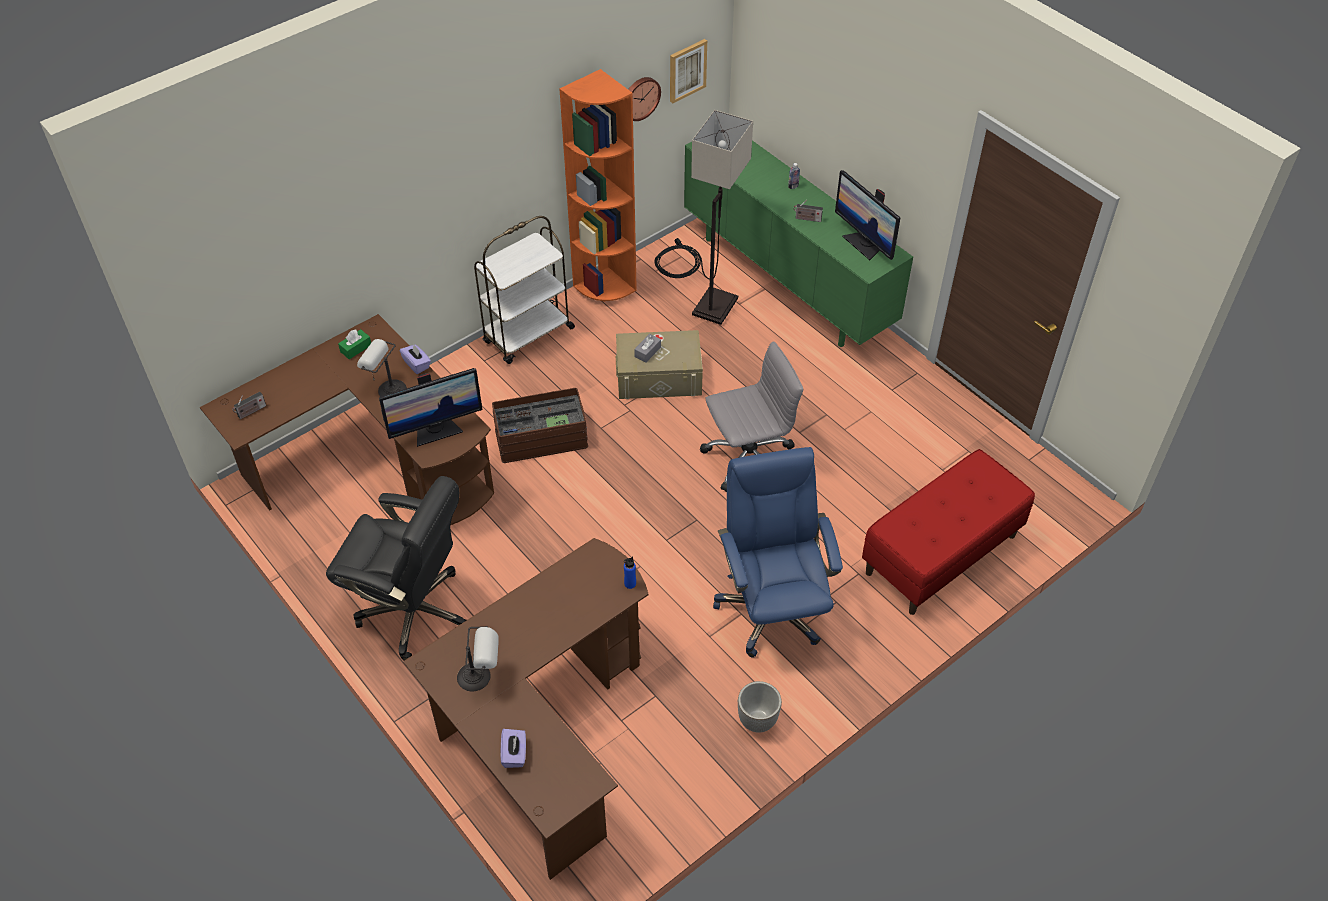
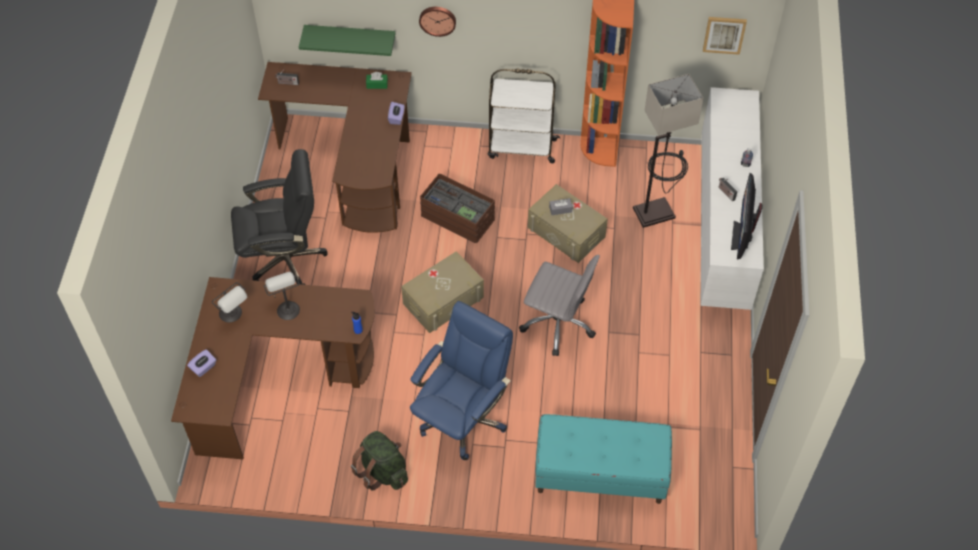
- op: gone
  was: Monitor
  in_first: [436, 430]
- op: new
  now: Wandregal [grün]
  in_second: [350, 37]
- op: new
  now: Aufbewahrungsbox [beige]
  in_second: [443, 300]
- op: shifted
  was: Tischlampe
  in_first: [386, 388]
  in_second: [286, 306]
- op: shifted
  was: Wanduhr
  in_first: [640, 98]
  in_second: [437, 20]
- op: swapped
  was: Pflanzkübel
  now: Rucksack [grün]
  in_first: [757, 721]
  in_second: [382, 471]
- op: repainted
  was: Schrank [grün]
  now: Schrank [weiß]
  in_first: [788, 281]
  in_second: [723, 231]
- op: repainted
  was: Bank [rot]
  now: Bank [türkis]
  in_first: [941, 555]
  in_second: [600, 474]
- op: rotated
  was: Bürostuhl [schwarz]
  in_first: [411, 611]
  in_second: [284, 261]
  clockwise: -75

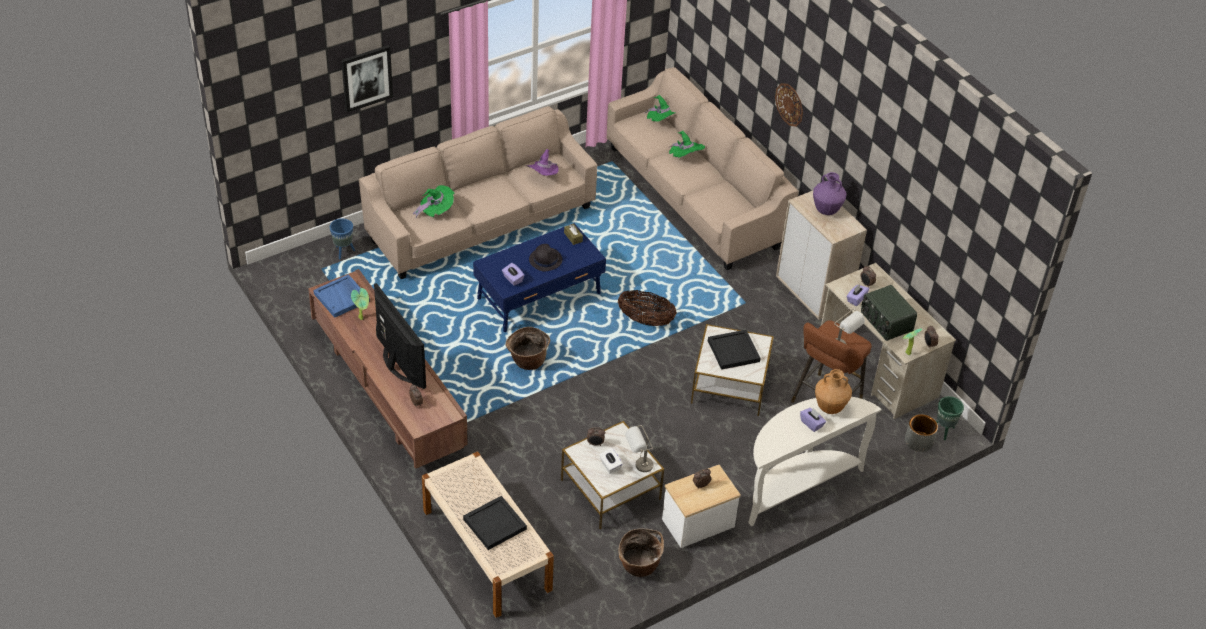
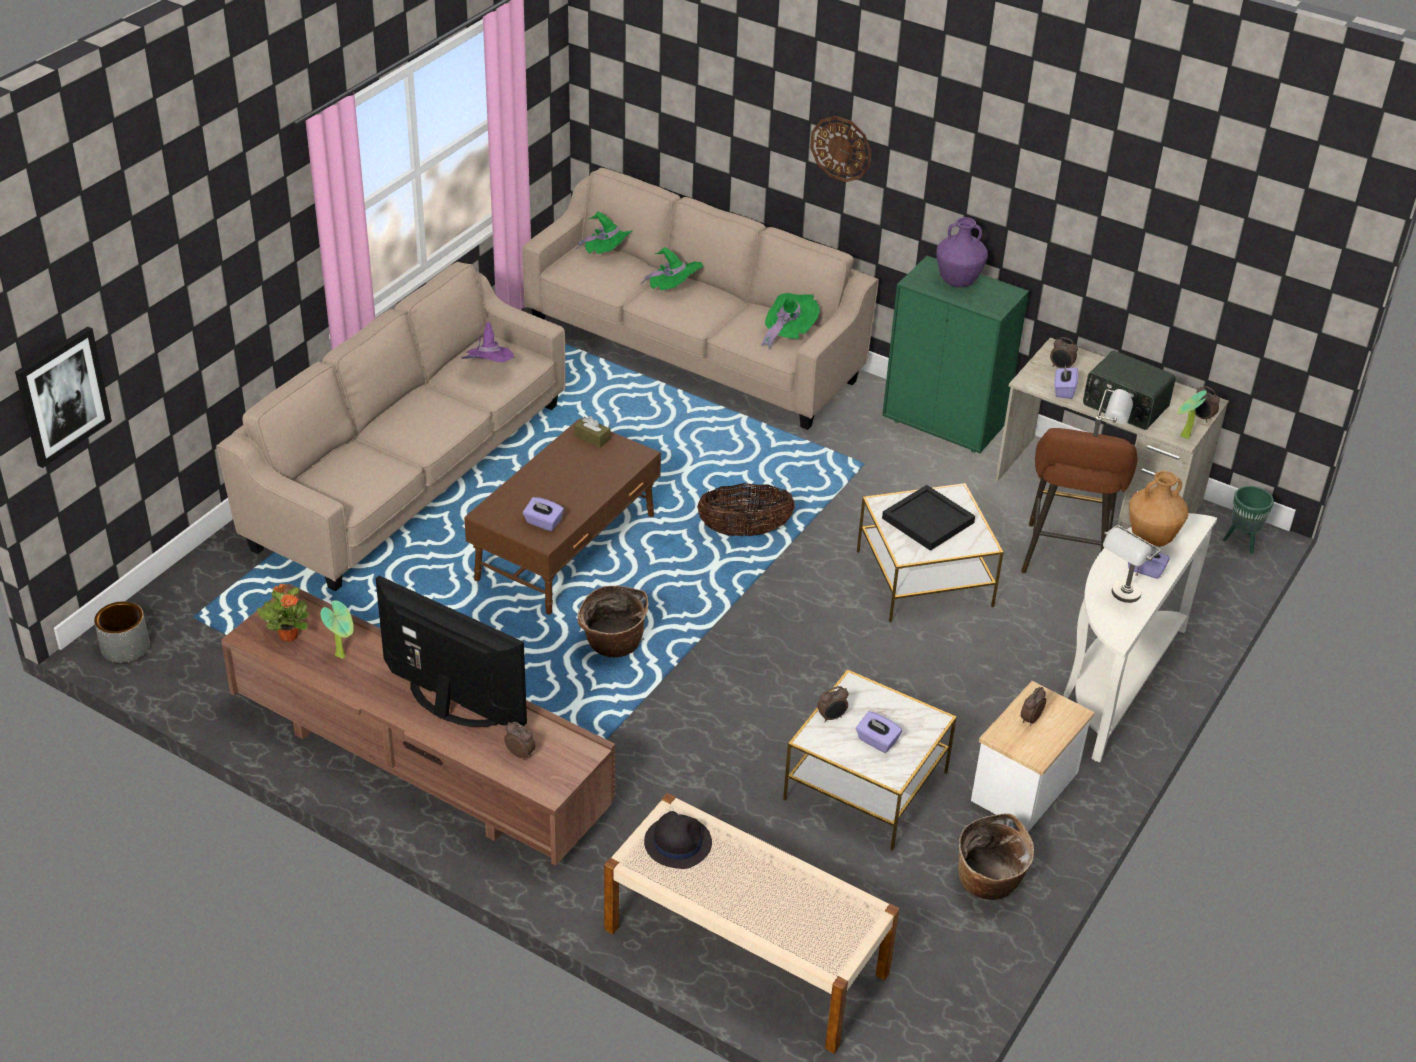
- op: gone
  was: Pflanzkübel [blau]
  in_first: [343, 252]
- op: gone
  was: Tablett [schwarz]
  in_first: [494, 525]
- op: shifted
  was: Bild
  in_first: [366, 78]
  in_second: [62, 396]
- op: shifted
  was: Hut [grün]
  in_first: [436, 211]
  in_second: [788, 333]
- op: shifted
  was: Hut [schwarz]
  in_first: [545, 259]
  in_second: [677, 842]
- op: shifted
  was: Tischlampe [grau]
  in_first: [638, 467]
  in_second: [1120, 598]
- op: shifted
  was: Pflanzkübel [grau]
  in_first: [918, 441]
  in_second: [125, 648]
- op: swapped
  was: Tablett [blau]
  now: Topfpflanze
  in_first: [342, 297]
  in_second: [288, 635]
- op: repainted
  was: Couchtisch [blau]
  now: Couchtisch [braun]
  in_first: [539, 295]
  in_second: [566, 546]
- op: repainted
  was: Taschentuchbox [weiß]
  now: Taschentuchbox [lila]
  in_first: [610, 465]
  in_second: [877, 741]
- op: repainted
  was: Schrank [beige]
  now: Schrank [grün]
  in_first: [813, 295]
  in_second: [945, 426]

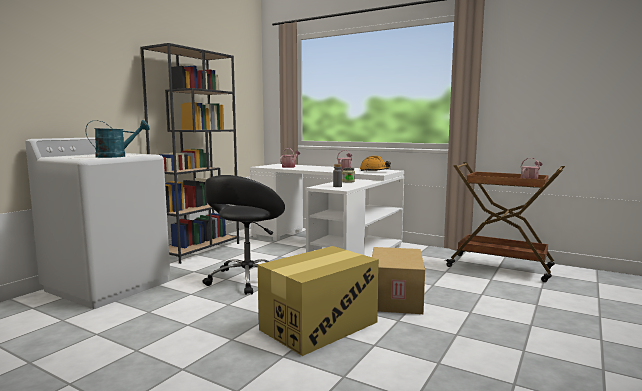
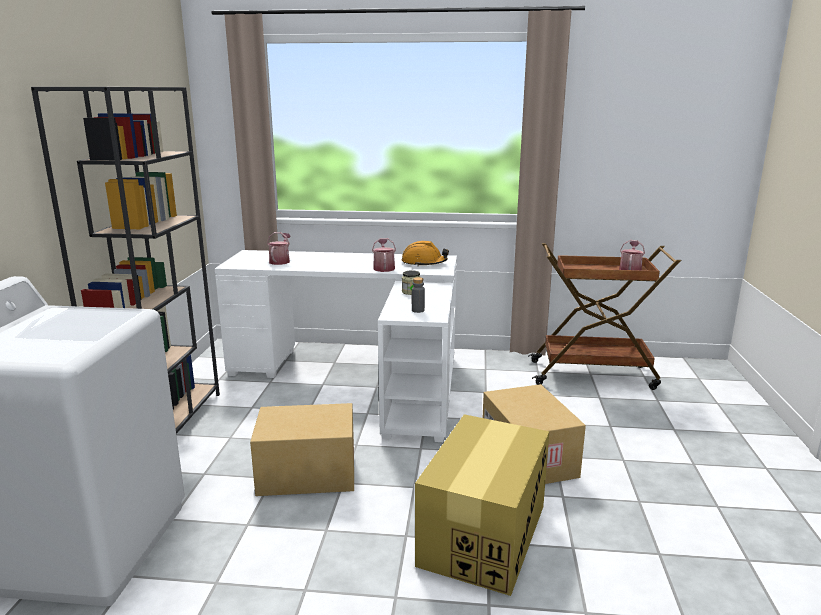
- op: gone
  was: Gießkanne [türkis]
  in_first: [117, 156]
- op: swapped
  was: Bürostuhl [schwarz]
  now: Karton
  in_first: [245, 281]
  in_second: [306, 474]

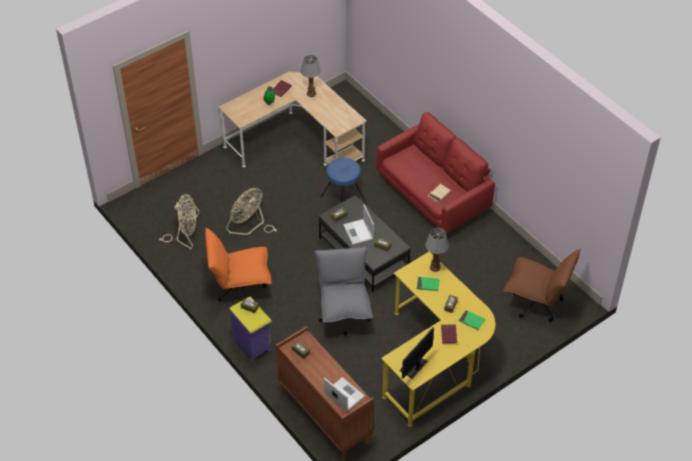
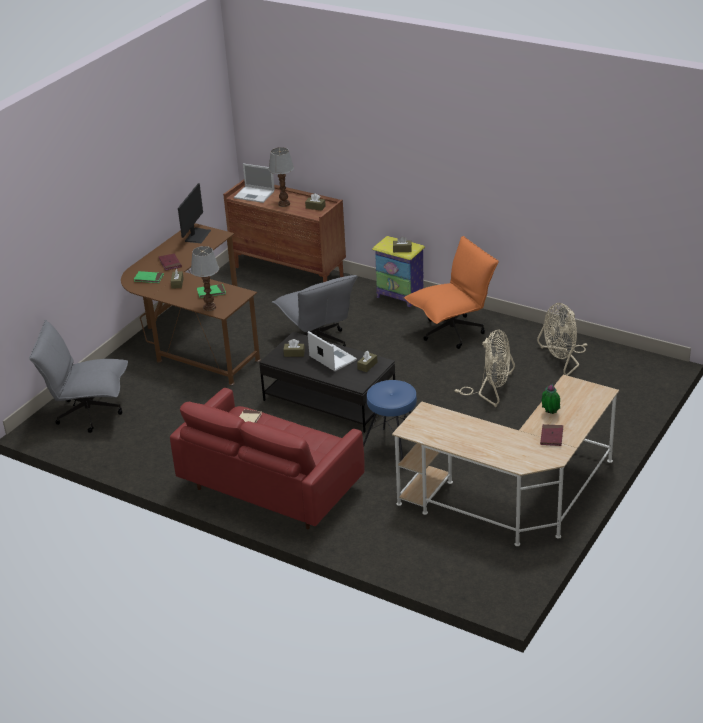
- op: shifted
  was: Tischlampe
  in_first: [311, 94]
  in_second: [284, 204]
- op: repainted
  was: Schreibtisch [gelb]
  now: Schreibtisch [braun]
  in_first: [436, 359]
  in_second: [194, 337]
- op: repainted
  was: Bürostuhl [braun]
  now: Bürostuhl [grau]
  in_first: [536, 303]
  in_second: [90, 413]

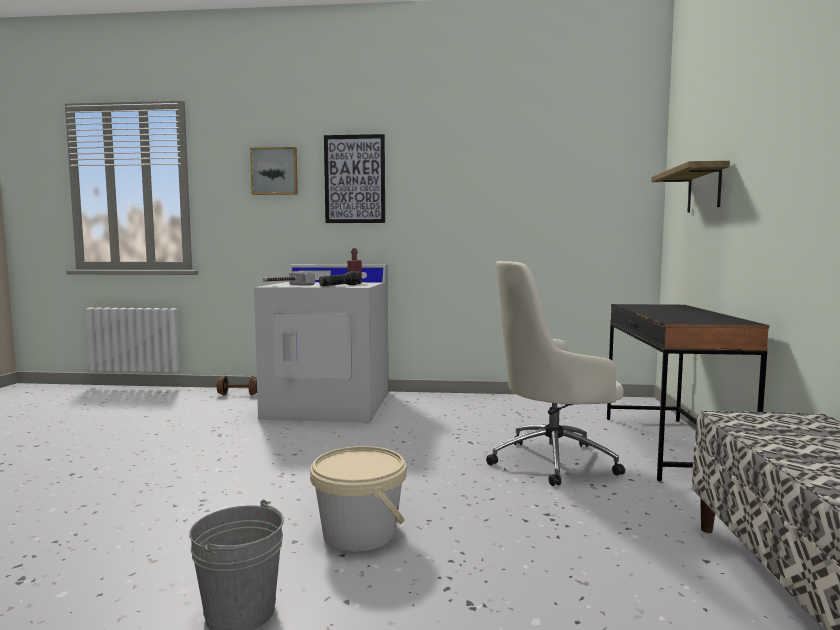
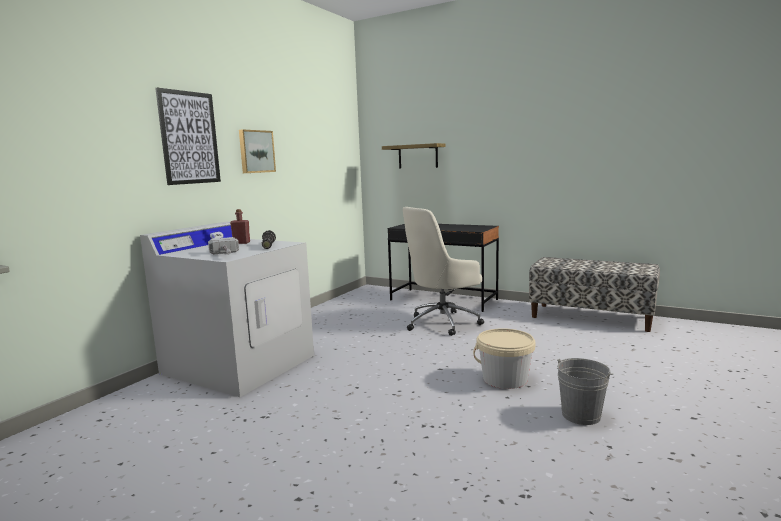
- op: gone
  was: Hantel [braun]
  in_first: [238, 395]
- op: shifted
  was: Bild
  in_first: [275, 171]
  in_second: [256, 151]
- op: rotated
  was: Bürostuhl [beige]
  in_first: [552, 462]
  in_second: [442, 323]
  clockwise: 45

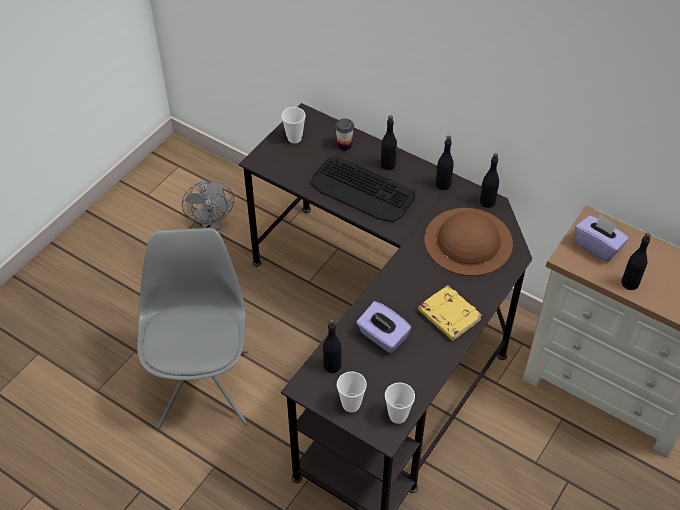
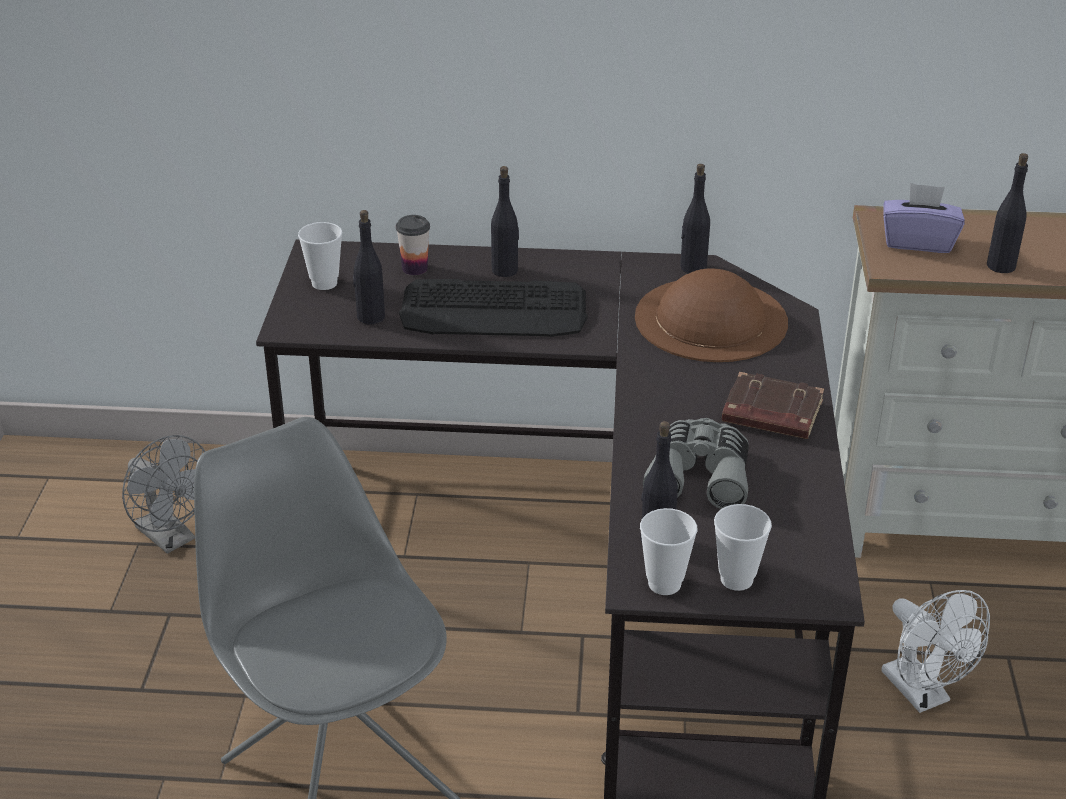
- op: new
  now: Ventilator [weiß]
  in_second: [922, 694]
- op: shifted
  was: Tasse
  in_first: [398, 416]
  in_second: [664, 584]
- op: shifted
  was: Flasche [schwarz]
  in_first: [442, 184]
  in_second: [370, 317]
- op: swapped
  was: Taschentuchbox [lila]
  now: Fernglas [grau]
  in_first: [382, 337]
  in_second: [699, 475]
- op: repainted
  was: Buch [gelb]
  now: Buch [braun]
  in_first: [448, 316]
  in_second: [770, 414]

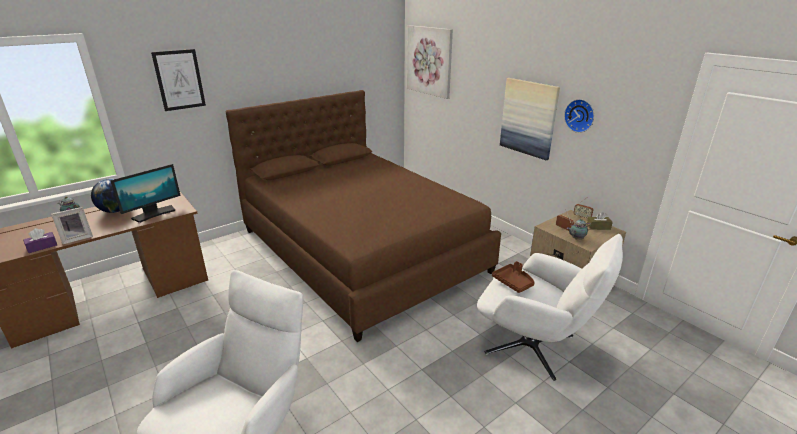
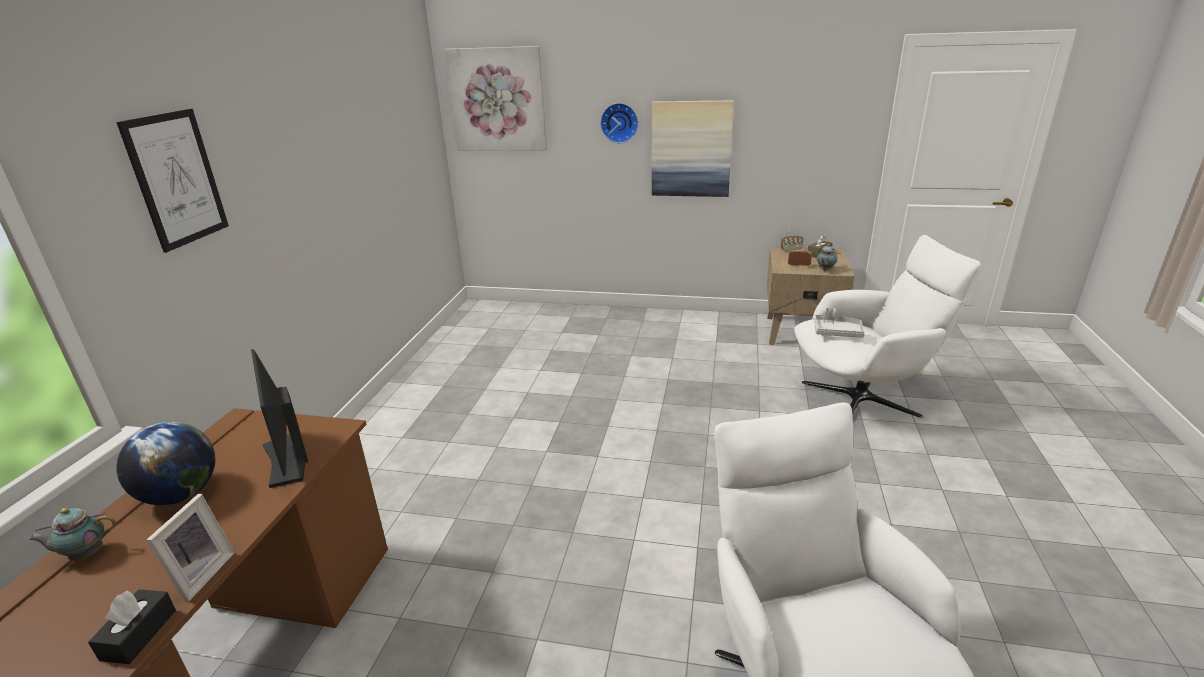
- op: gone
  was: Bett [braun]
  in_first: [361, 250]
- op: shifted
  was: Wanduhr
  in_first: [580, 115]
  in_second: [619, 122]
- op: repainted
  was: Taschentuchbox [lila]
  now: Taschentuchbox [schwarz]
  in_first: [42, 246]
  in_second: [139, 634]
- op: repainted
  was: Tablett [braun]
  now: Tablett [grau]
  in_first: [513, 282]
  in_second: [837, 332]
- op: rotated
  was: Monitor
  in_first: [154, 214]
  in_second: [287, 460]
  clockwise: 150

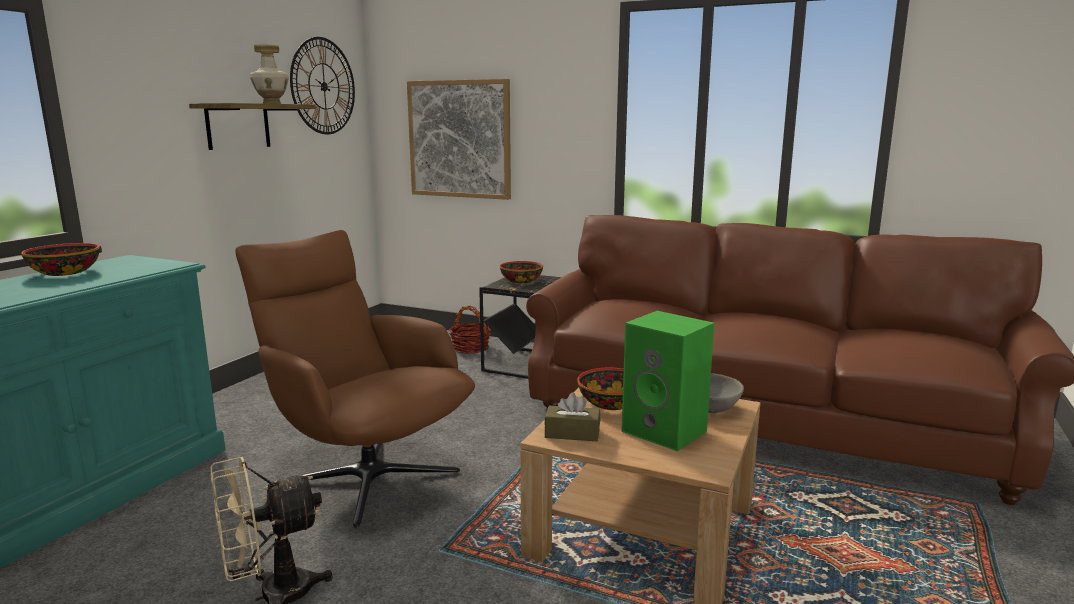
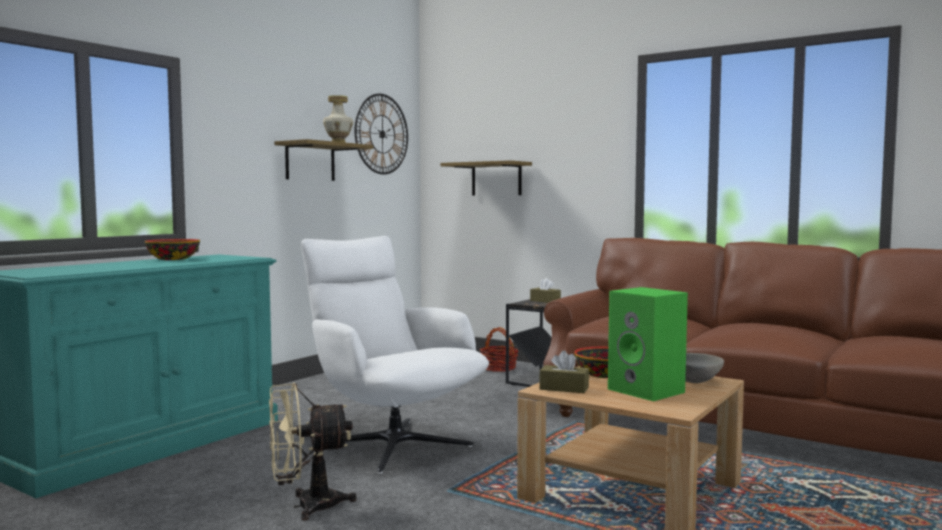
- op: swapped
  was: Bild
  now: Wandregal
  in_first: [459, 139]
  in_second: [496, 179]
- op: swapped
  was: Schüssel
  now: Taschentuchbox [braun]
  in_first: [521, 281]
  in_second: [545, 301]
- op: repainted
  was: Sessel [braun]
  now: Sessel [weiß]
  in_first: [366, 476]
  in_second: [392, 443]

